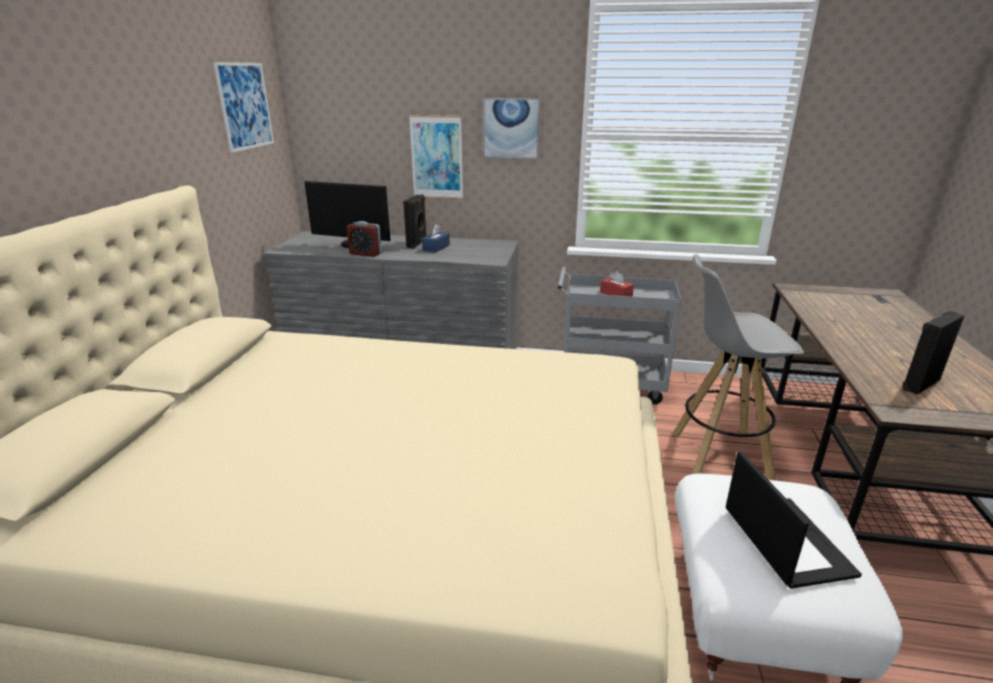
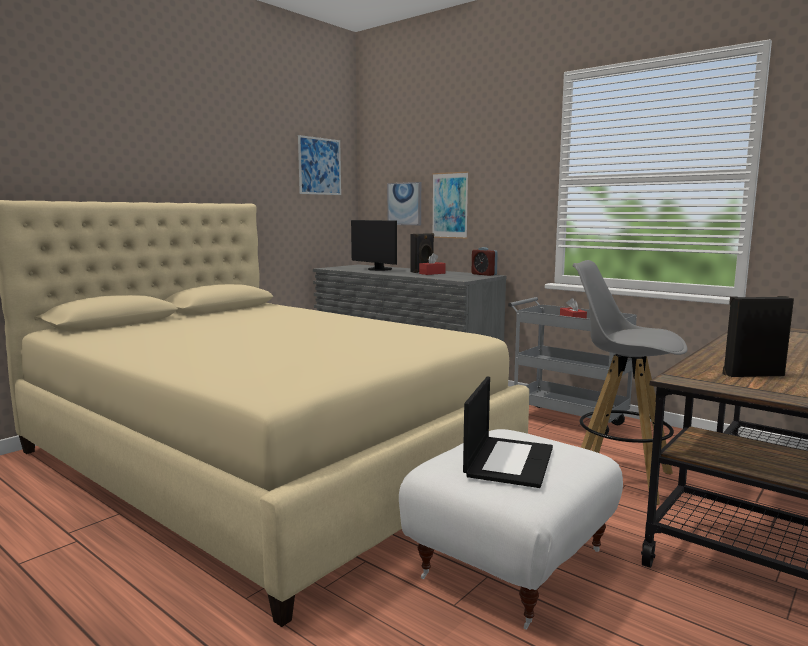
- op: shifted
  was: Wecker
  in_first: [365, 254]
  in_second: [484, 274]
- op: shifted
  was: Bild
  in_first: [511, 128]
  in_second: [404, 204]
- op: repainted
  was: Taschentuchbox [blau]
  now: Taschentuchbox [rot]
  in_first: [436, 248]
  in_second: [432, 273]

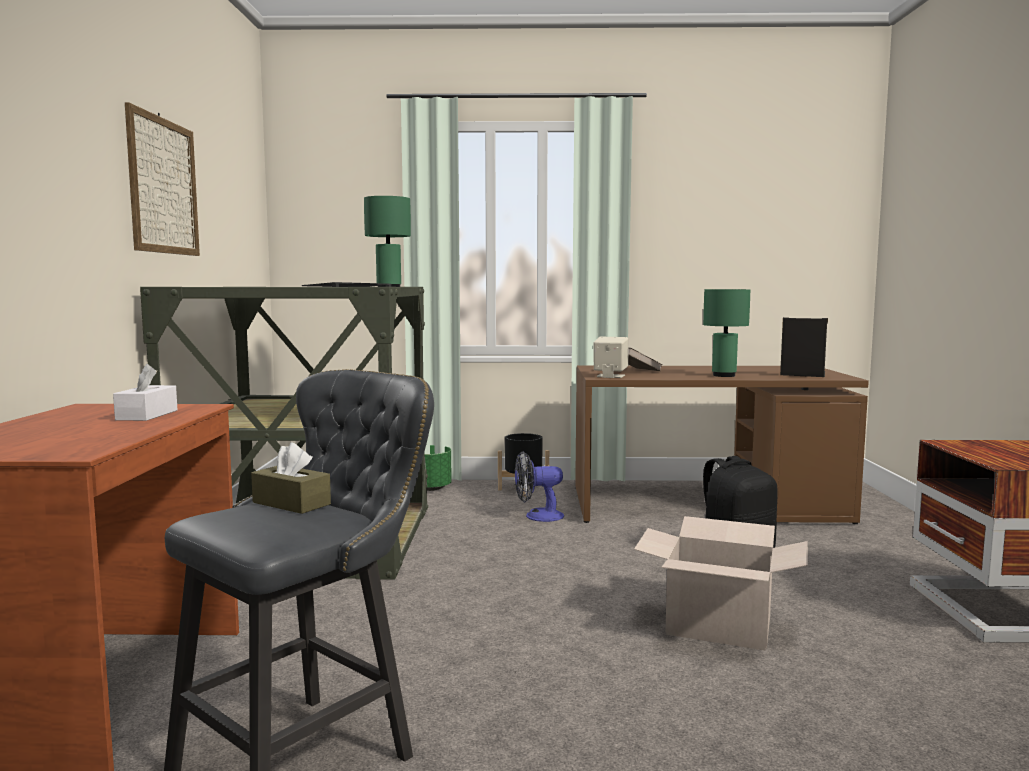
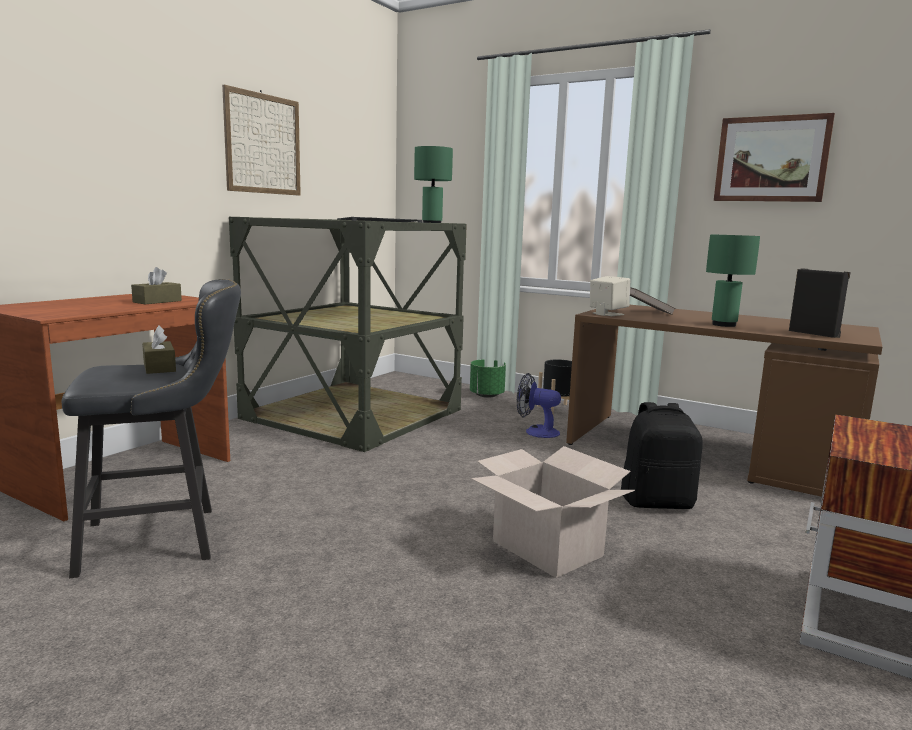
- op: new
  now: Bild
  in_second: [771, 159]
- op: repainted
  was: Taschentuchbox [weiß]
  now: Taschentuchbox [braun]
  in_first: [147, 415]
  in_second: [157, 301]

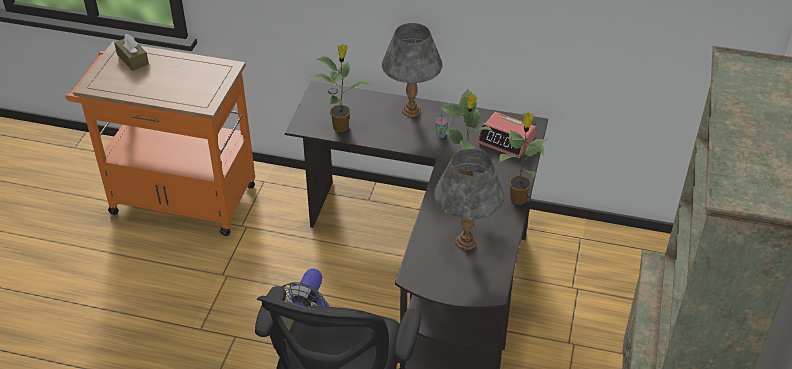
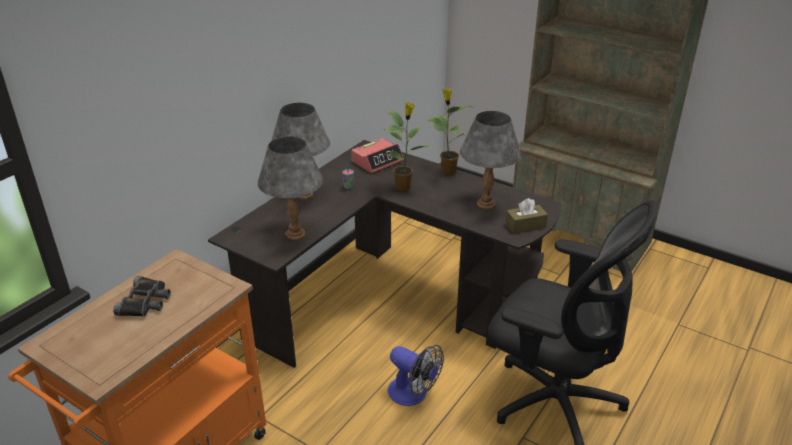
- op: new
  now: Fernglas [schwarz]
  in_second: [145, 302]
- op: shifted
  was: Taschentuchbox [braun]
  in_first: [132, 59]
  in_second: [525, 225]
- op: swapped
  was: Topfpflanze
  now: Tischlampe [grau]
  in_first: [341, 126]
  in_second: [295, 234]

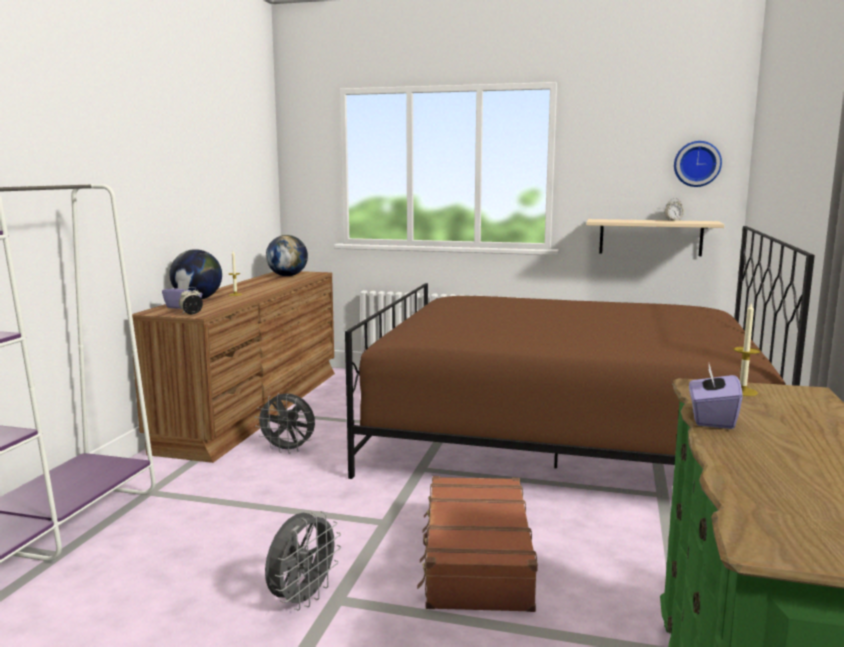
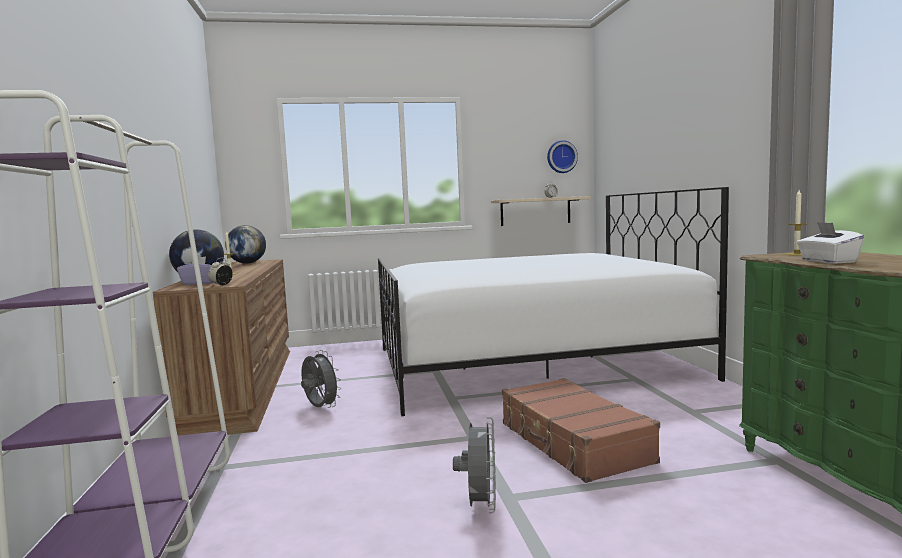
- op: repainted
  was: Bett [braun]
  now: Bett [weiß]
  in_first: [562, 442]
  in_second: [530, 363]
- op: repainted
  was: Taschentuchbox [lila]
  now: Taschentuchbox [weiß]
  in_first: [711, 419]
  in_second: [827, 261]
- op: rotated
  was: Ventilator [grau]
  in_first: [288, 450]
  in_second: [320, 408]
  clockwise: -120

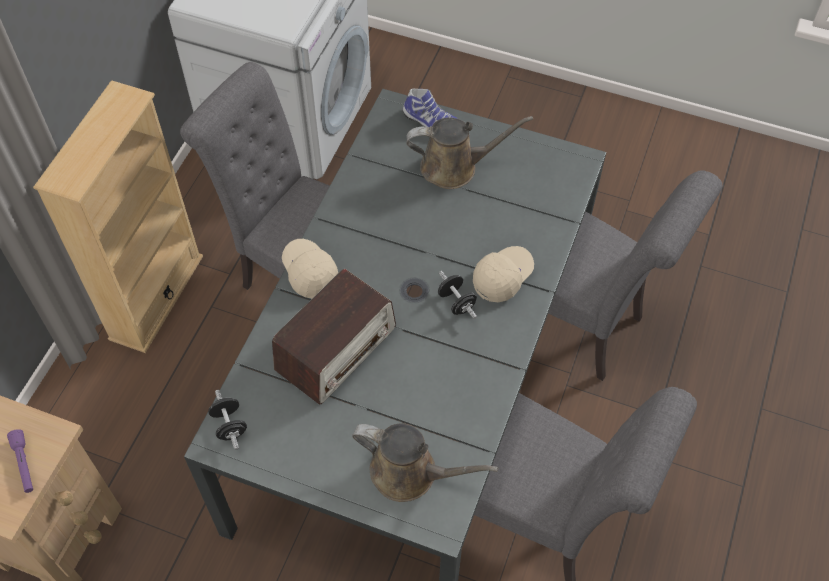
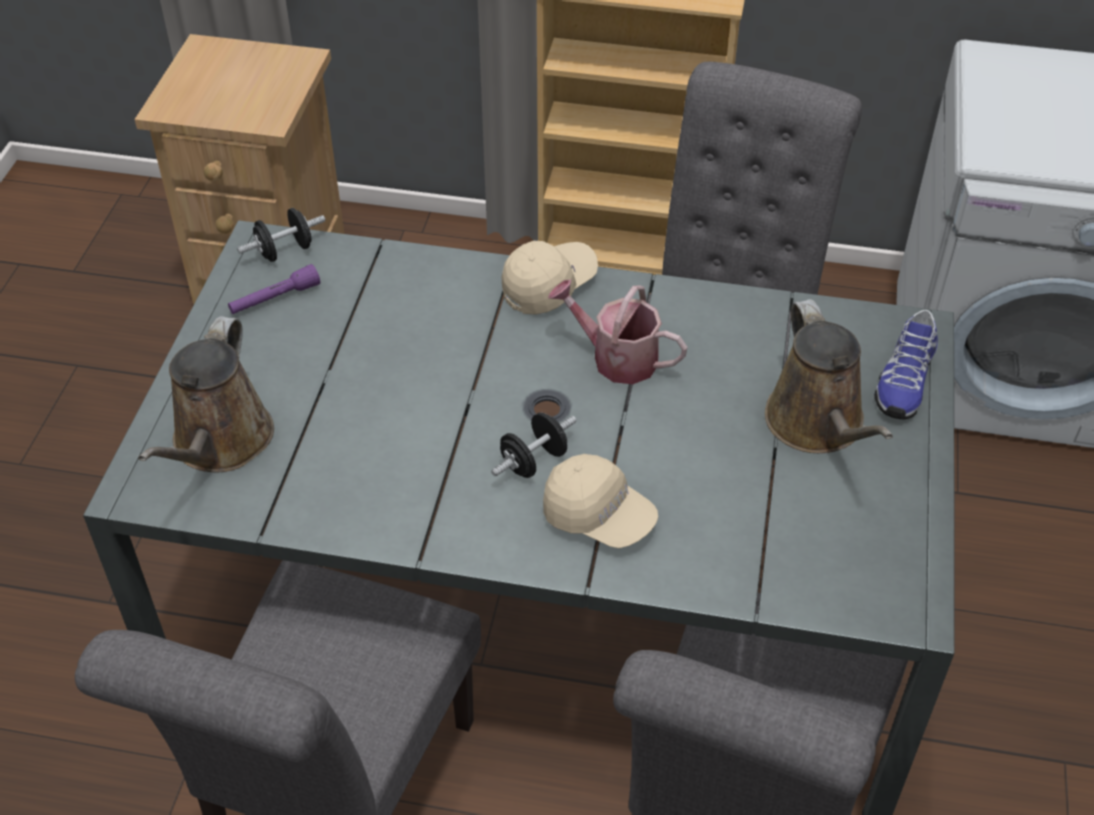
- op: gone
  was: Radio
  in_first: [336, 349]
- op: new
  now: Gießkanne
  in_second: [616, 358]
- op: shifted
  was: Taschenlampe [lila]
  in_first: [24, 464]
  in_second: [275, 299]

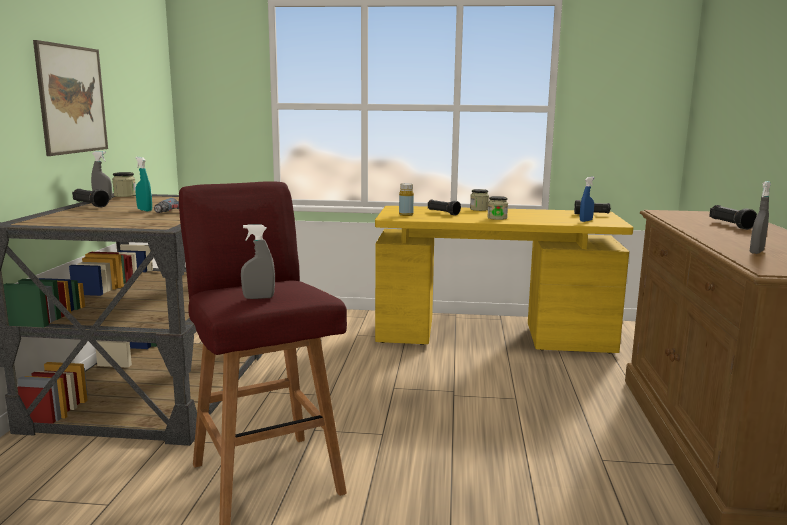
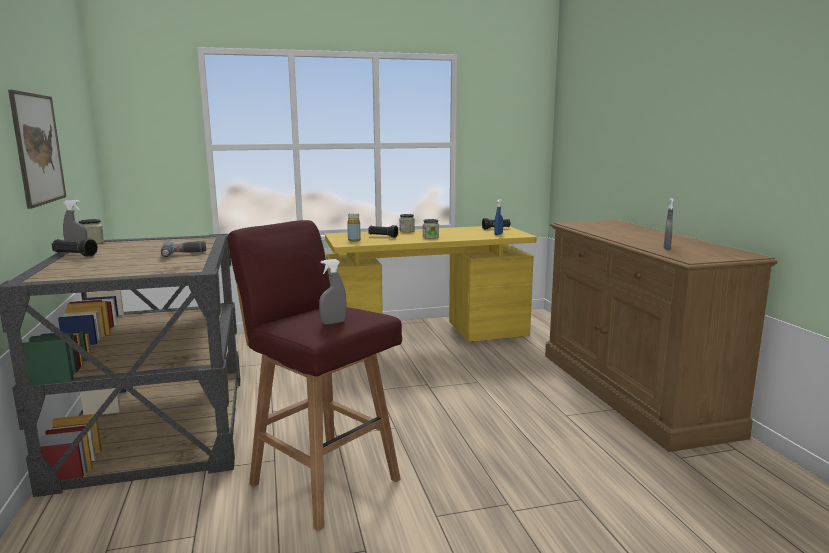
- op: gone
  was: Sprühflasche [türkis]
  in_first: [144, 210]
- op: gone
  was: Taschenlampe [schwarz]
  in_first: [730, 225]

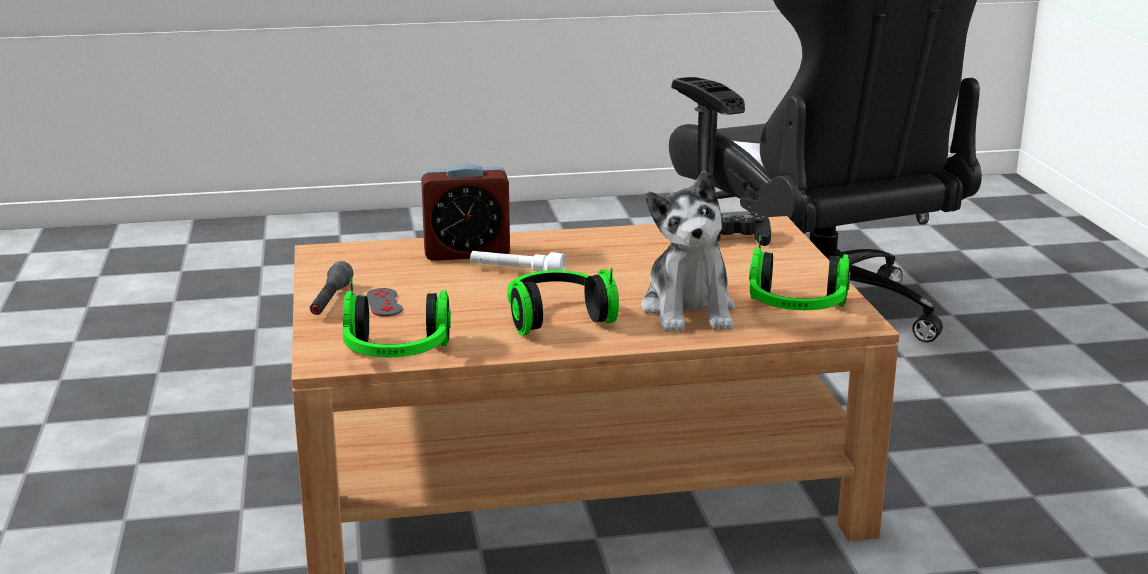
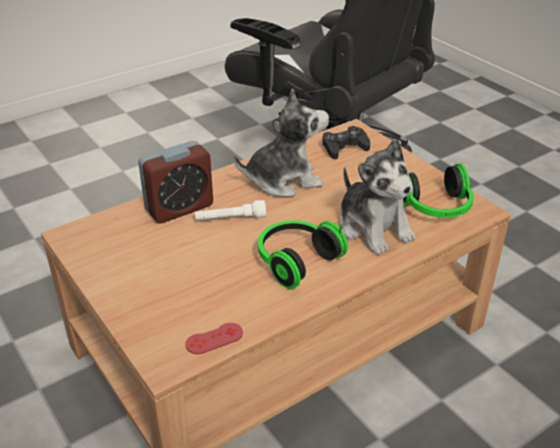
- op: gone
  was: Taschenlampe [grau]
  in_first: [330, 301]
- op: gone
  was: Gamepad [grau]
  in_first: [384, 303]
- op: new
  now: Plüschtier
  in_second: [283, 180]
- op: swapped
  was: Kopfhörer
  now: Gamepad [rot]
  in_first: [396, 354]
  in_second: [214, 338]

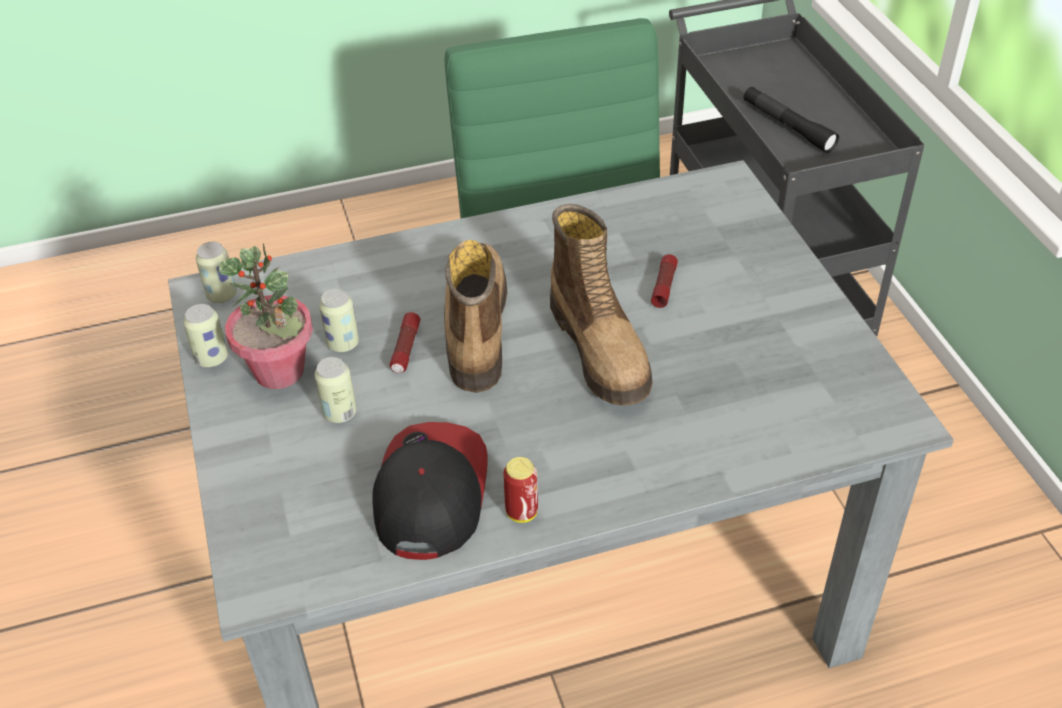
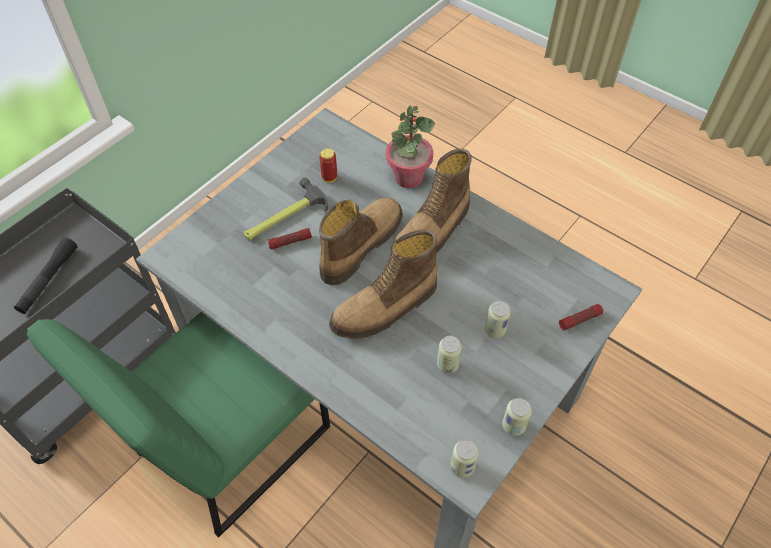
- op: gone
  was: Kappe
  in_first: [430, 493]
- op: new
  now: Hammer
  in_second: [284, 217]
- op: new
  now: Stiefel
  in_second: [433, 232]
- op: shifted
  was: Topfpflanze
  in_first: [280, 371]
  in_second: [408, 177]
- op: shifted
  was: Taschenlampe
  in_first: [406, 349]
  in_second: [580, 320]
- op: shifted
  was: Dose
  in_first: [521, 512]
  in_second: [329, 177]

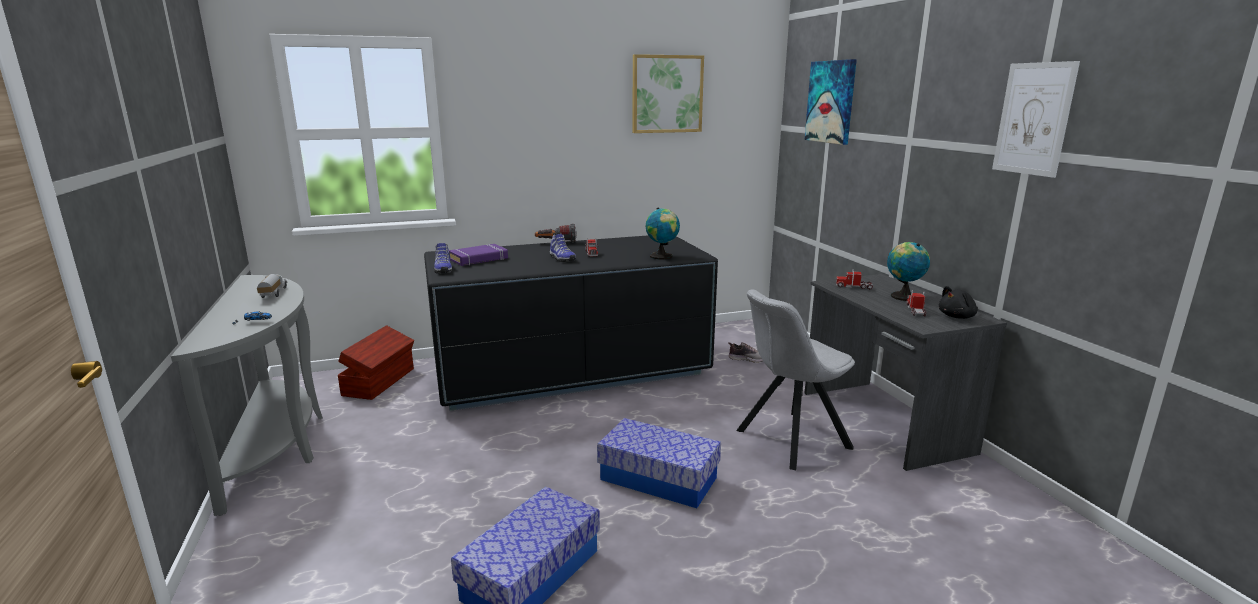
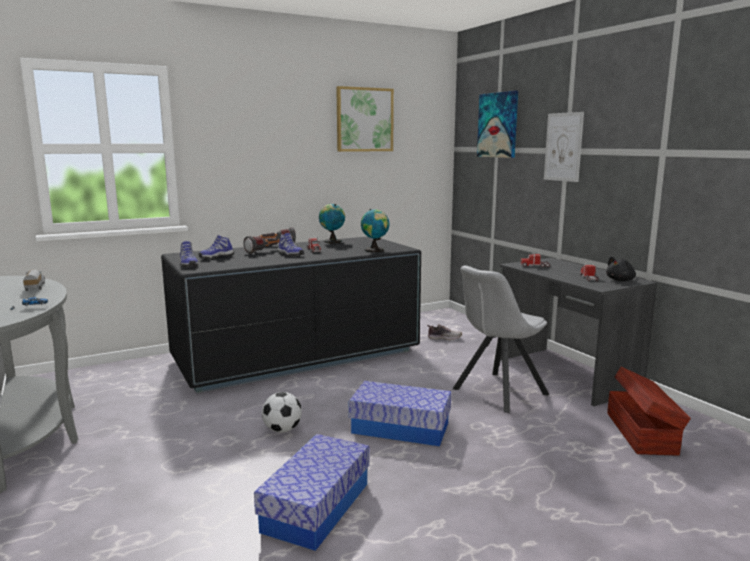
- op: new
  now: Taschenlampe
  in_second: [263, 251]
- op: new
  now: Fußball
  in_second: [282, 430]
- op: shifted
  was: Aufbewahrungsbox [braun]
  in_first: [380, 381]
  in_second: [642, 432]
- op: shifted
  was: Globus
  in_first: [902, 296]
  in_second: [332, 241]
- op: shifted
  was: Bild
  in_first: [1033, 119]
  in_second: [563, 147]
- op: swapped
  was: Buch [lila]
  now: Schuh
  in_first: [479, 259]
  in_second: [216, 257]

